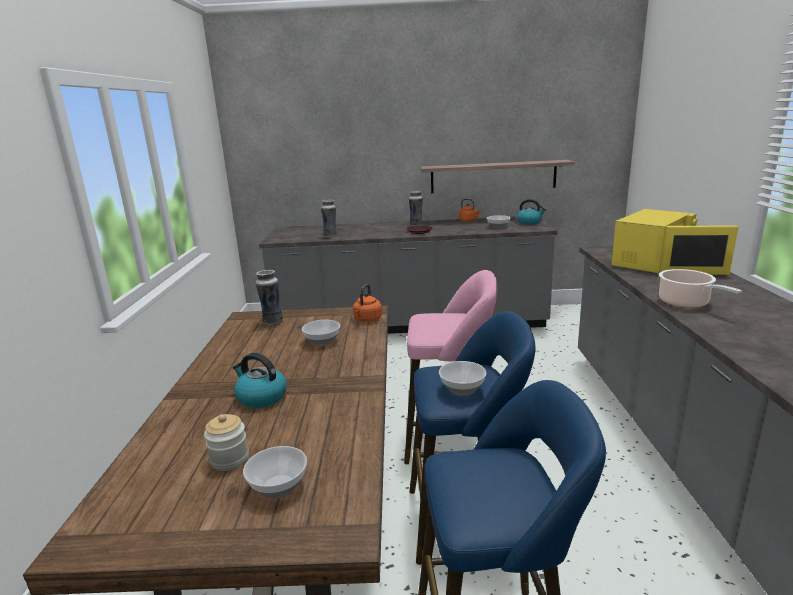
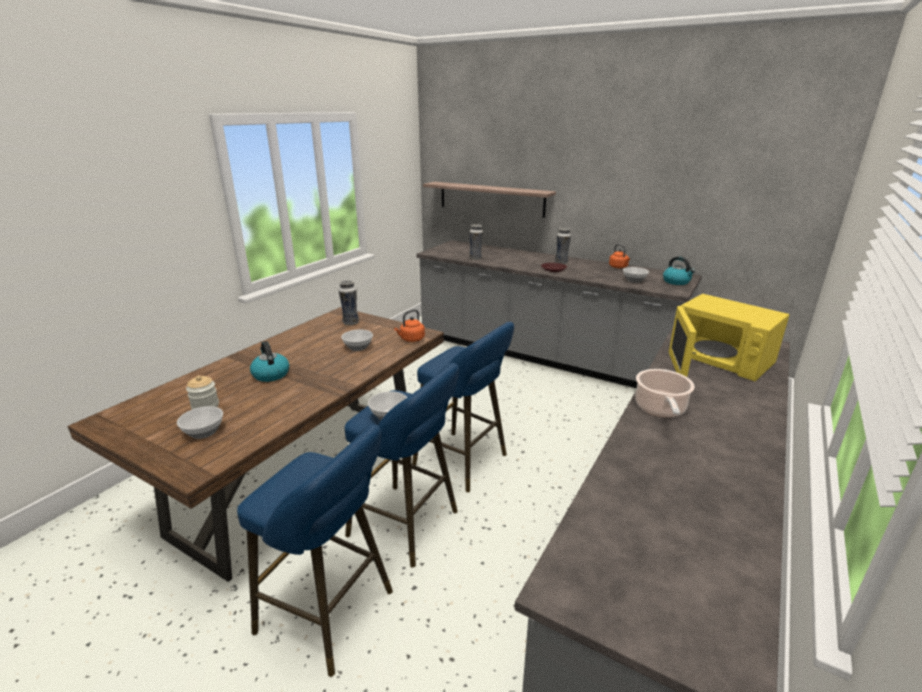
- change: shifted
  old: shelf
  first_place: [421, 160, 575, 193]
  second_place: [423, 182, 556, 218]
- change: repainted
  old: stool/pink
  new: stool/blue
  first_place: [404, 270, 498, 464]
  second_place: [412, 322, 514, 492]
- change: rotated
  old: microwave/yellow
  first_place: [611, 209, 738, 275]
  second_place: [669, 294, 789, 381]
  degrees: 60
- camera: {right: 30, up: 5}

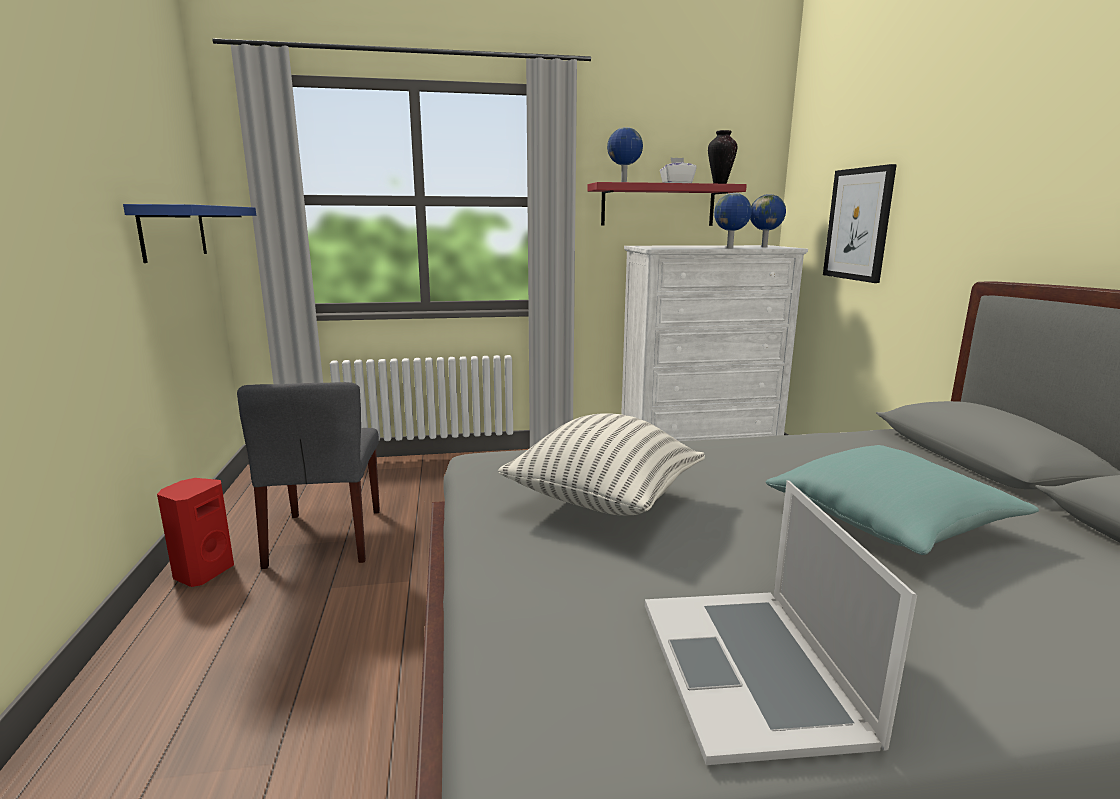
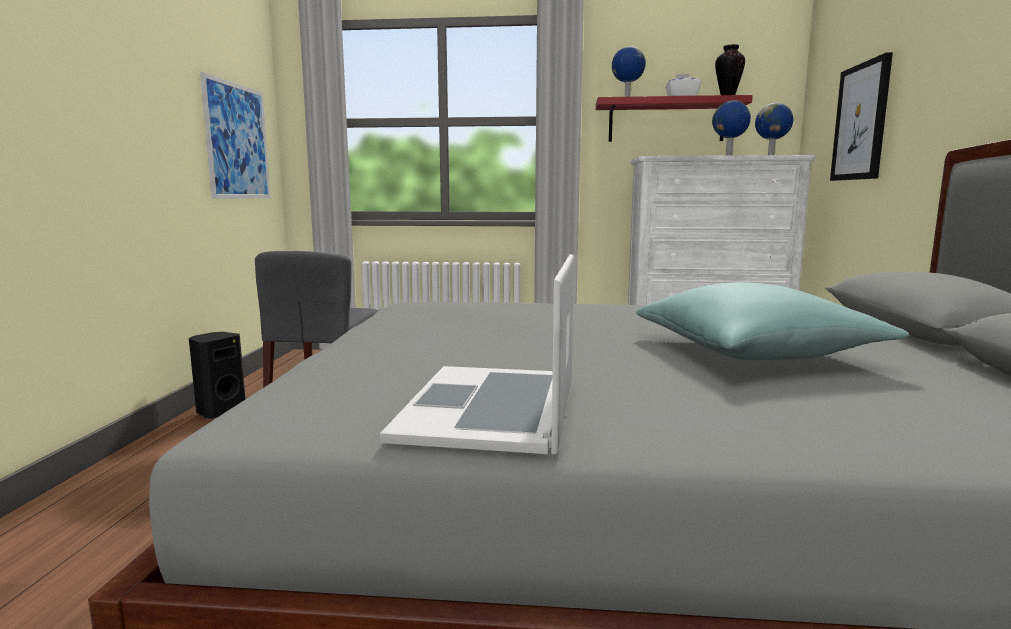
- change: gone
  old: pillow
  first_place: [498, 413, 705, 516]
- change: swapped
  old: shelf/blue
  new: picture
  first_place: [123, 204, 256, 263]
  second_place: [200, 72, 270, 199]
- change: repainted
  old: speaker/red
  new: speaker/black
  first_place: [157, 478, 234, 587]
  second_place: [189, 332, 245, 419]
- camera: {right: 15, up: -5}

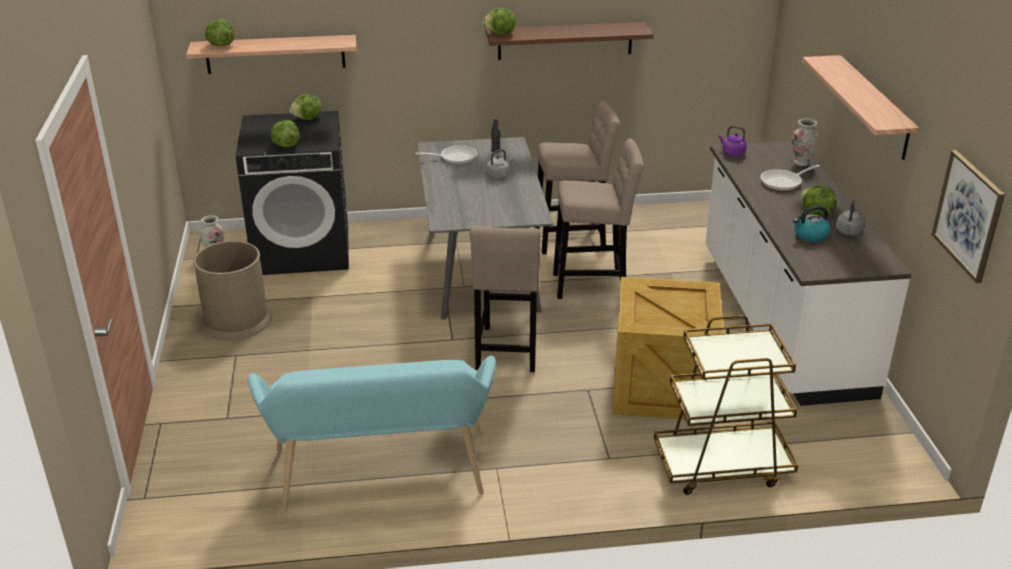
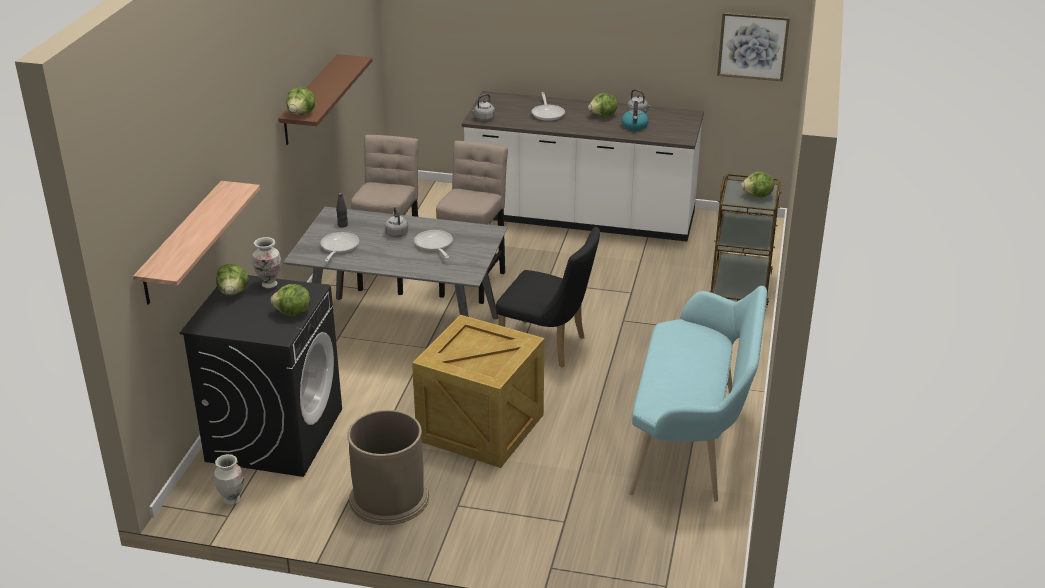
- change: gone
  old: shelf
  first_place: [802, 55, 919, 160]
- change: new
  new: frying pan
  second_place: [414, 230, 453, 259]
- change: shifted
  old: lettuce
  first_place: [205, 19, 234, 46]
  second_place: [741, 171, 774, 198]
- change: shifted
  old: crate
  first_place: [613, 277, 724, 419]
  second_place: [412, 315, 544, 468]
- change: shifted
  old: vase
  first_place: [792, 118, 818, 166]
  second_place: [252, 237, 281, 288]
- change: swapped
  old: stool/beige
  new: chair/black
  first_place: [470, 226, 541, 372]
  second_place: [496, 227, 600, 367]
- change: repainted
  old: kettle/purple
  new: kettle/grey
  first_place: [718, 126, 747, 156]
  second_place: [470, 94, 495, 121]
- camera: {right: -70, up: 0}

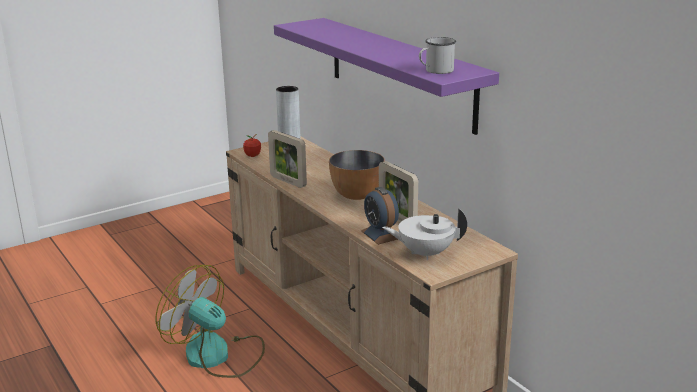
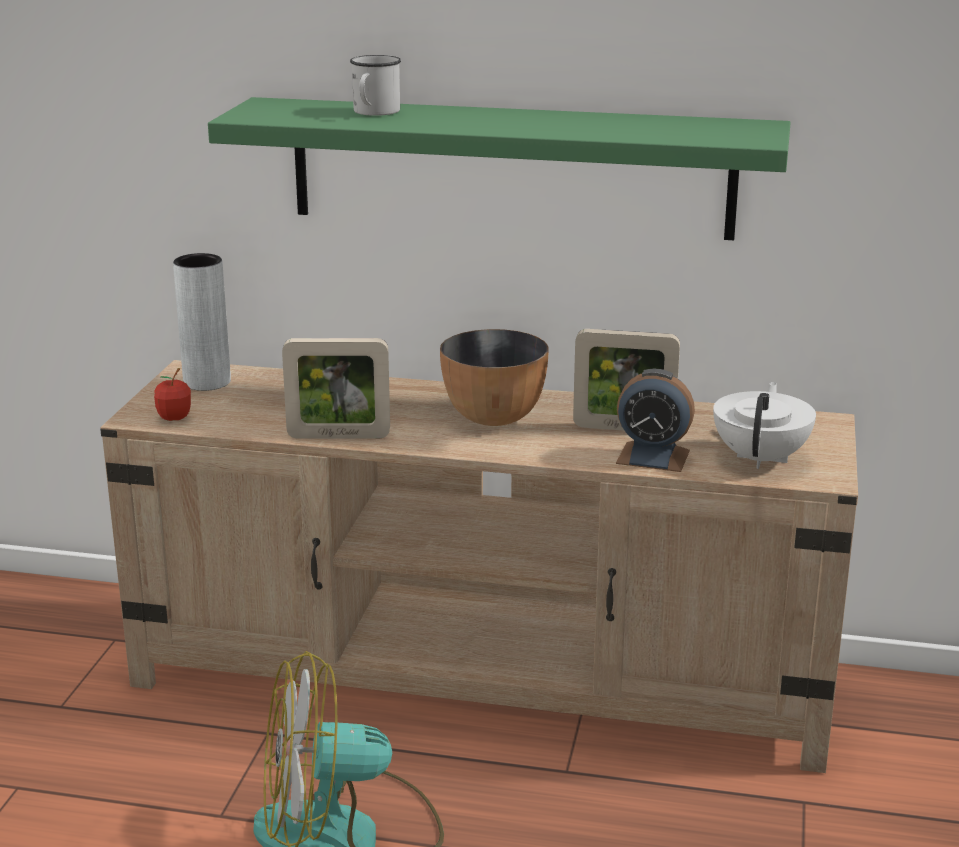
- change: shifted
  old: mug/white
  first_place: [419, 37, 456, 74]
  second_place: [350, 55, 401, 116]
- change: repainted
  old: shelf/purple
  new: shelf/green
  first_place: [274, 18, 499, 135]
  second_place: [208, 97, 791, 240]
- change: rotated
  old: teapot/white
  first_place: [382, 208, 467, 260]
  second_place: [713, 382, 816, 469]
  degrees: 150
- camera: {right: -45, up: 0}

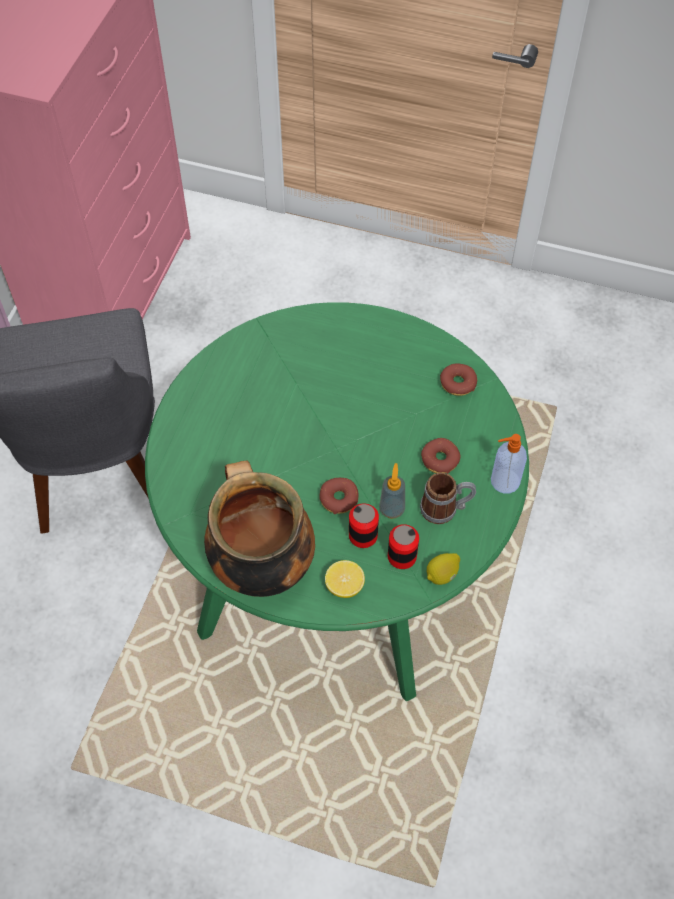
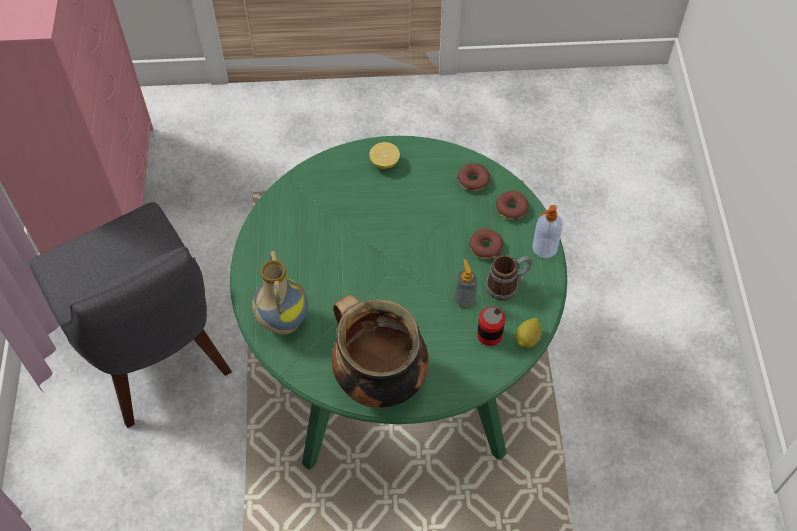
- change: gone
  old: can
  first_place: [349, 503, 379, 548]
- change: new
  new: vase
  second_place: [252, 251, 308, 335]
- change: shifted
  old: donut
  first_place: [319, 478, 359, 514]
  second_place: [496, 190, 529, 220]
- change: shifted
  old: lemon
  first_place: [325, 560, 365, 598]
  second_place: [369, 142, 400, 169]
- camera: {right: -20, up: 0}

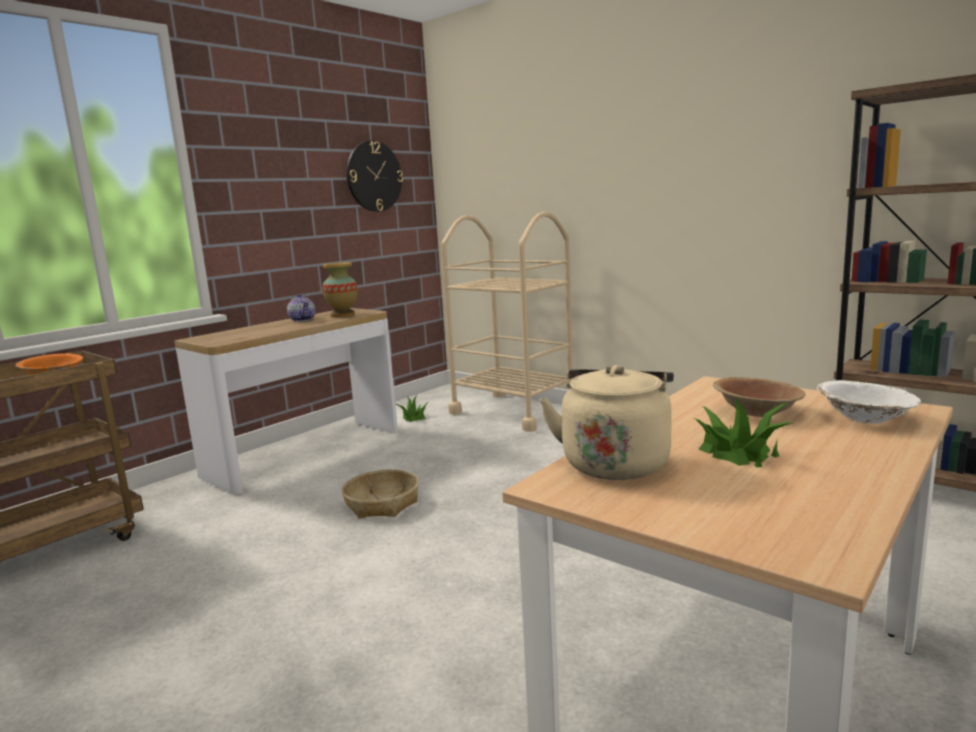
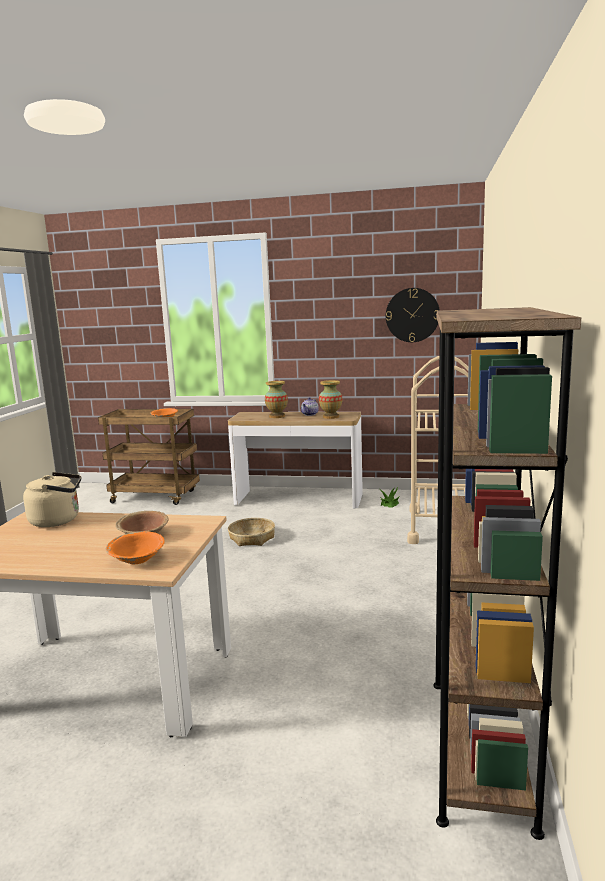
- change: gone
  old: potted plant
  first_place: [695, 397, 793, 467]
- change: new
  new: vase
  second_place: [265, 381, 288, 418]
- change: repainted
  old: bowl/white
  new: bowl/orange
  first_place: [817, 380, 921, 424]
  second_place: [106, 531, 165, 564]
- camera: {right: 60, up: 0}

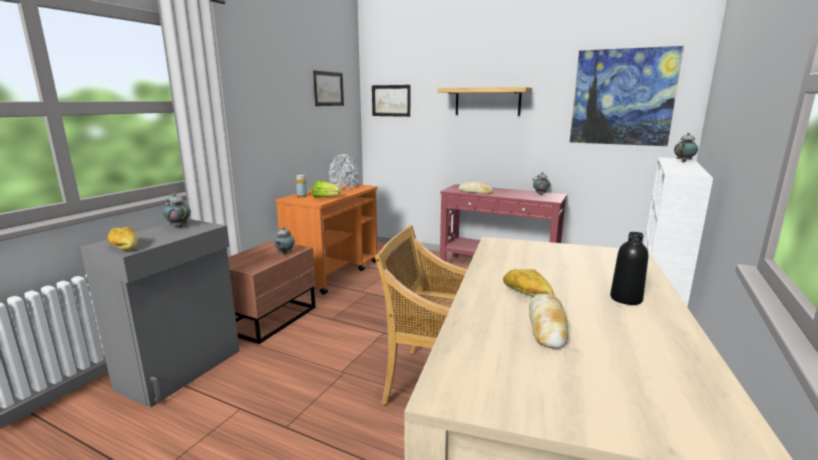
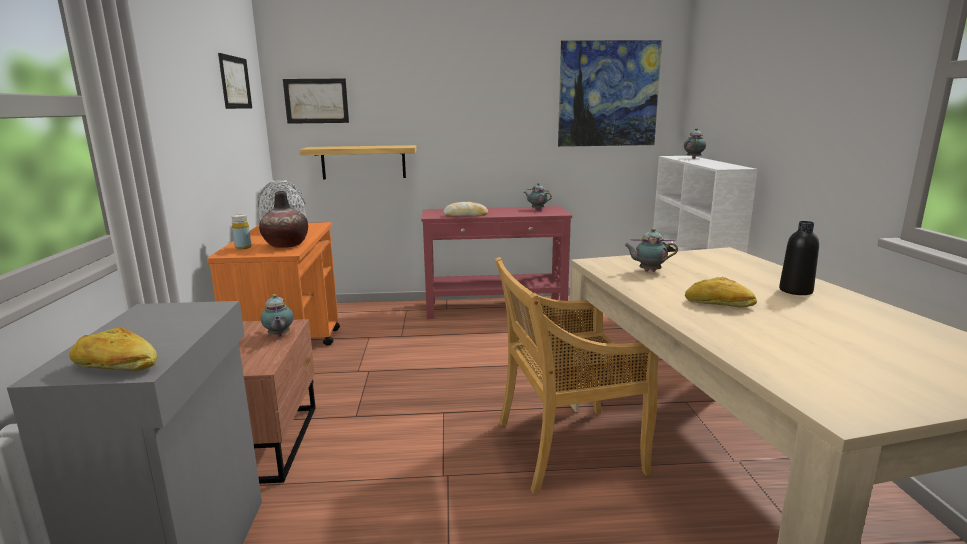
- change: gone
  old: bread
  first_place: [529, 294, 568, 349]
- change: shifted
  old: teapot
  first_place: [163, 193, 191, 228]
  second_place: [624, 228, 678, 272]
- change: shifted
  old: shelf
  first_place: [437, 87, 532, 116]
  second_place: [299, 145, 417, 179]
- change: swapped
  old: lettuce
  new: vase
  first_place: [312, 181, 341, 198]
  second_place: [259, 191, 308, 248]
- camera: {right: -30, up: 0}

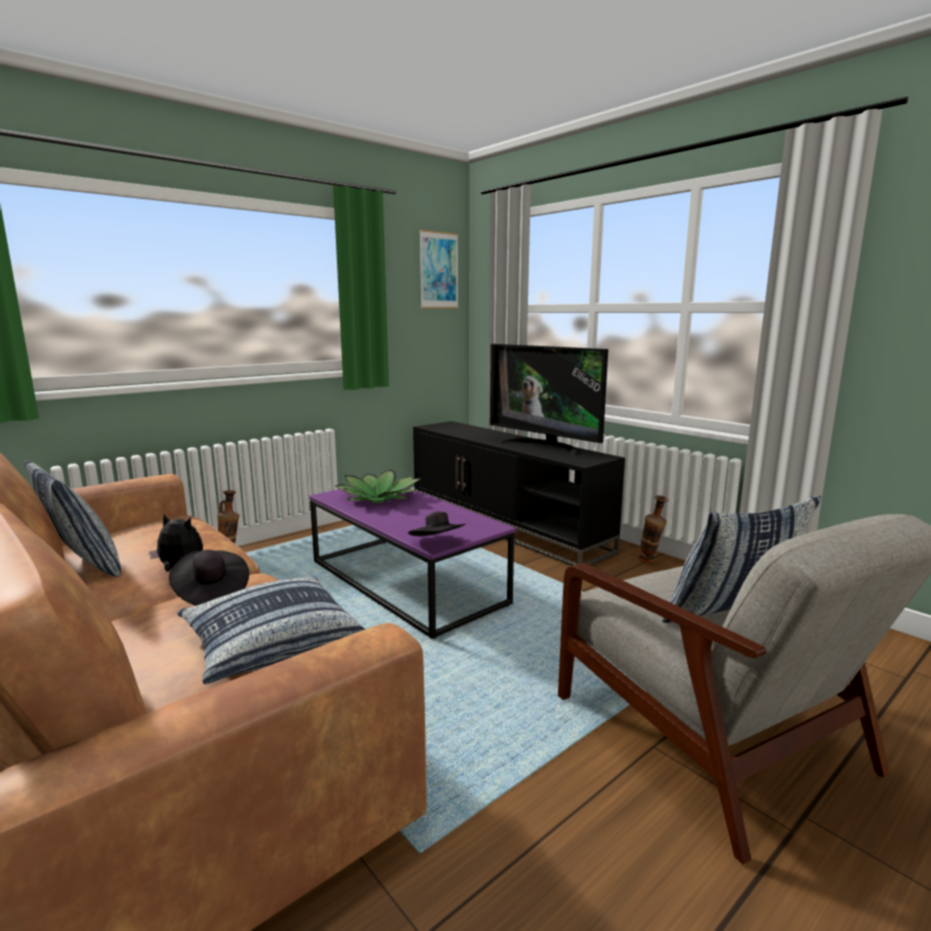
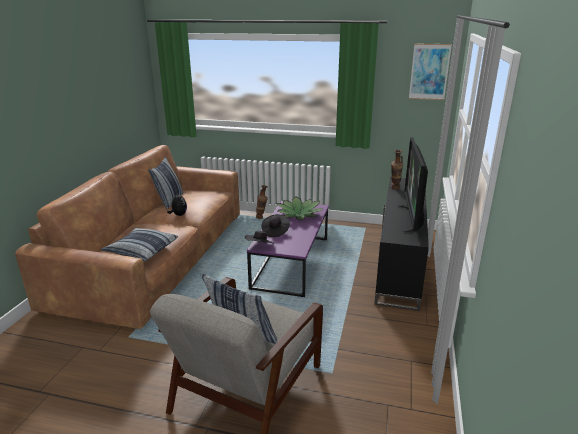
- change: shifted
  old: hat/black
  first_place: [169, 550, 249, 606]
  second_place: [262, 214, 290, 237]
- change: shifted
  old: vase
  first_place: [639, 495, 668, 564]
  second_place: [391, 150, 403, 189]
- camera: {right: 55, up: 10}

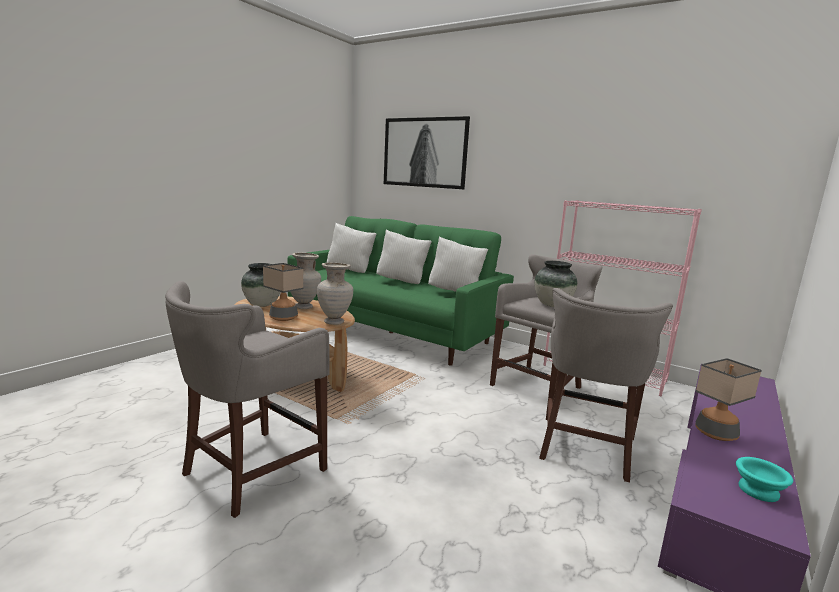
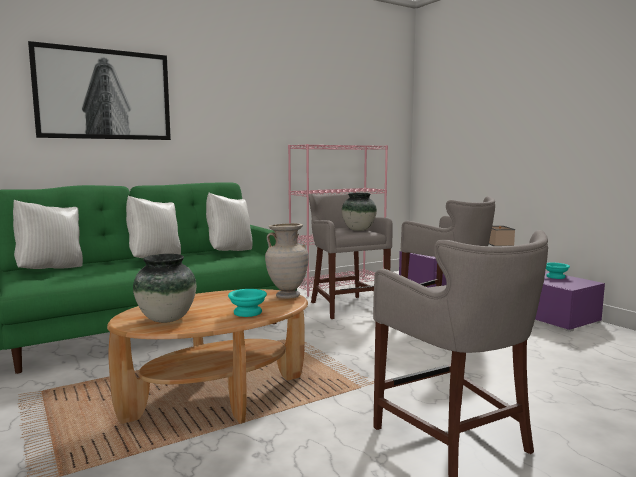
- change: gone
  old: vase/beige
  first_place: [290, 253, 321, 309]
- change: swapped
  old: table lamp
  new: bowl/turquoise
  first_place: [263, 263, 304, 321]
  second_place: [228, 289, 267, 317]
- camera: {right: -65, up: -5}

